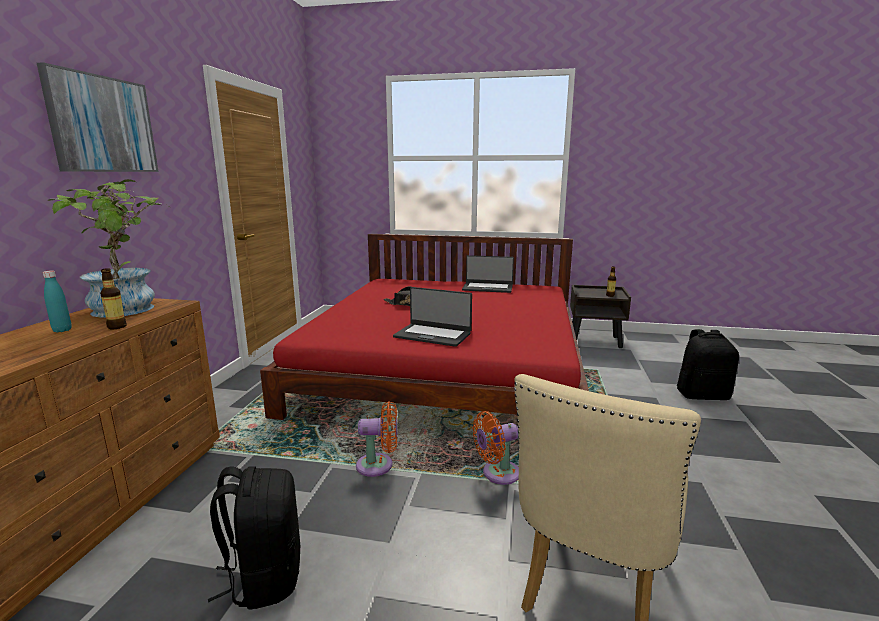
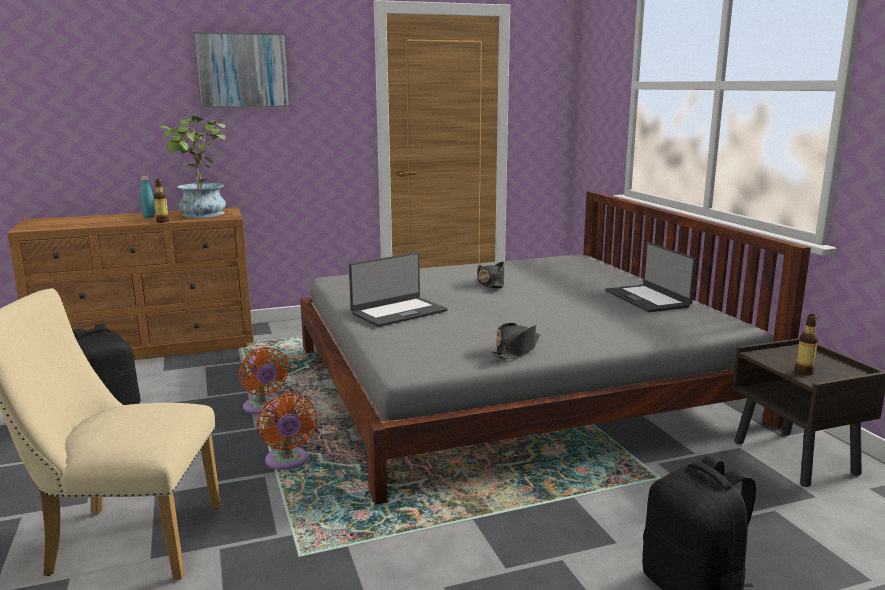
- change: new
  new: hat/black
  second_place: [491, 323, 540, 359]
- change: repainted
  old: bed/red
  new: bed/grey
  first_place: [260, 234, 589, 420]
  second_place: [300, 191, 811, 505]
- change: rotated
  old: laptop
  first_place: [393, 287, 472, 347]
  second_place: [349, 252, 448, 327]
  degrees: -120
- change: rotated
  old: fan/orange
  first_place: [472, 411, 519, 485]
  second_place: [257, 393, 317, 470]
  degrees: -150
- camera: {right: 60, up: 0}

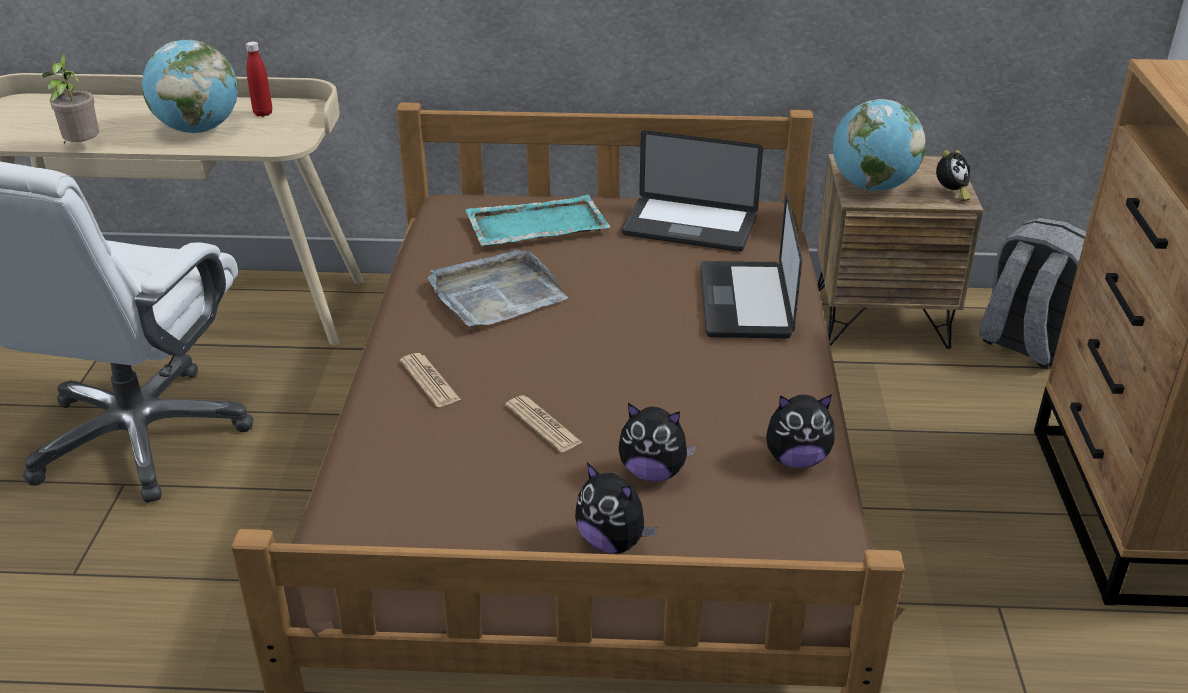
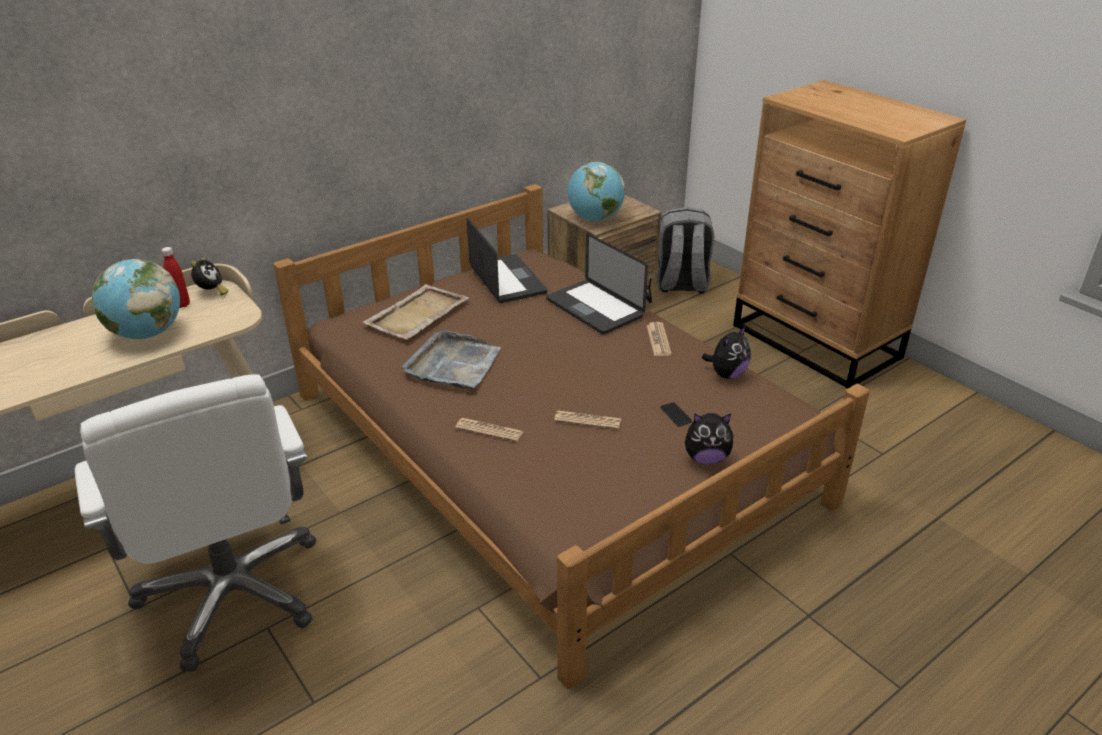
- change: gone
  old: potted plant
  first_place: [41, 53, 99, 143]
- change: new
  new: newspaper
  second_place: [646, 322, 672, 356]
- change: shifted
  old: alarm clock
  first_place: [936, 150, 971, 201]
  second_place: [191, 257, 229, 296]
- change: swapped
  old: plush toy
  new: phone
  first_place: [619, 403, 697, 481]
  second_place: [660, 402, 692, 426]
- change: repainted
  old: tray/turquoise
  new: tray/beige
  first_place: [465, 195, 610, 246]
  second_place: [362, 284, 469, 340]
- change: rotated
  old: laptop
  first_place: [621, 130, 763, 252]
  second_place: [466, 218, 547, 303]
  degrees: -90
- camera: {right: -40, up: 0}

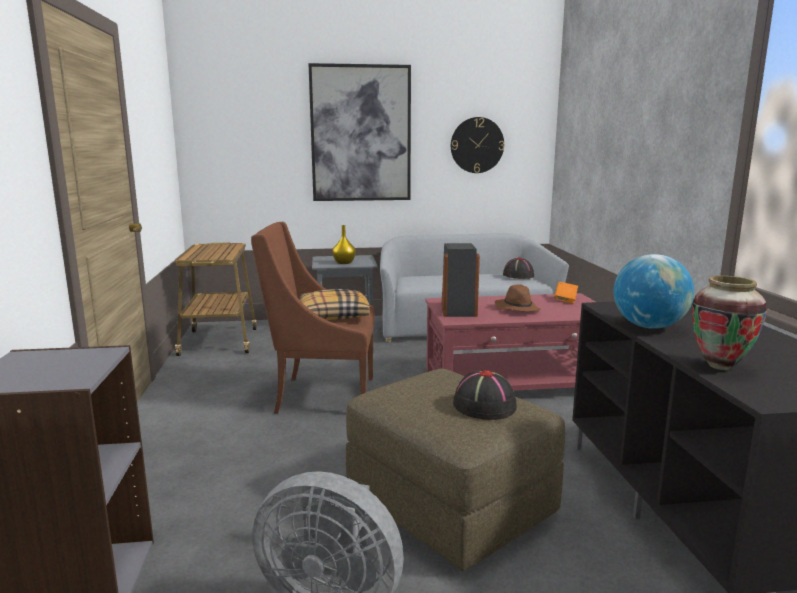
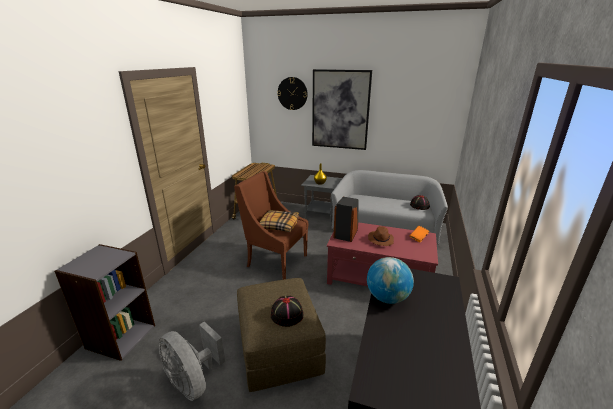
- change: gone
  old: vase
  first_place: [692, 276, 767, 370]
- change: shifted
  old: wall clock
  first_place: [451, 117, 504, 173]
  second_place: [277, 77, 308, 110]
- camera: {right: 25, up: 10}

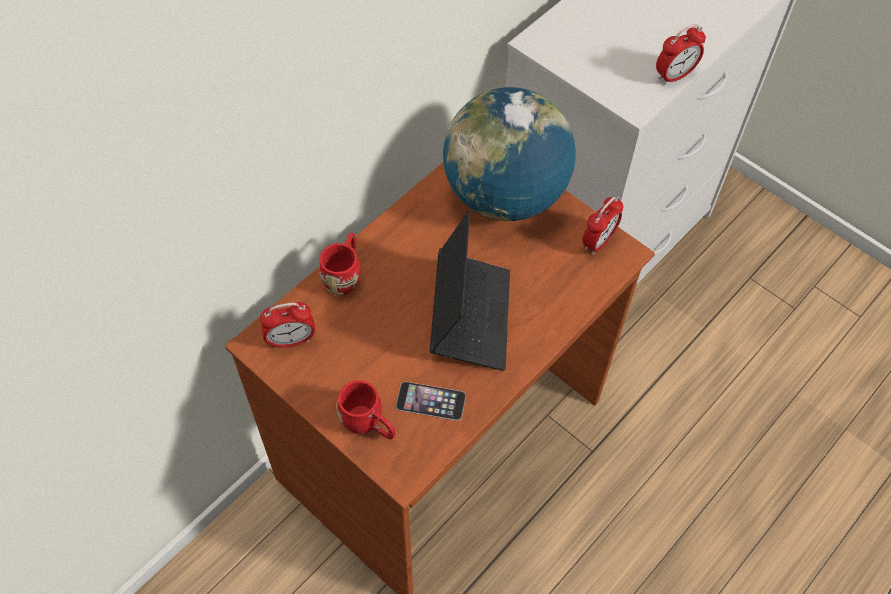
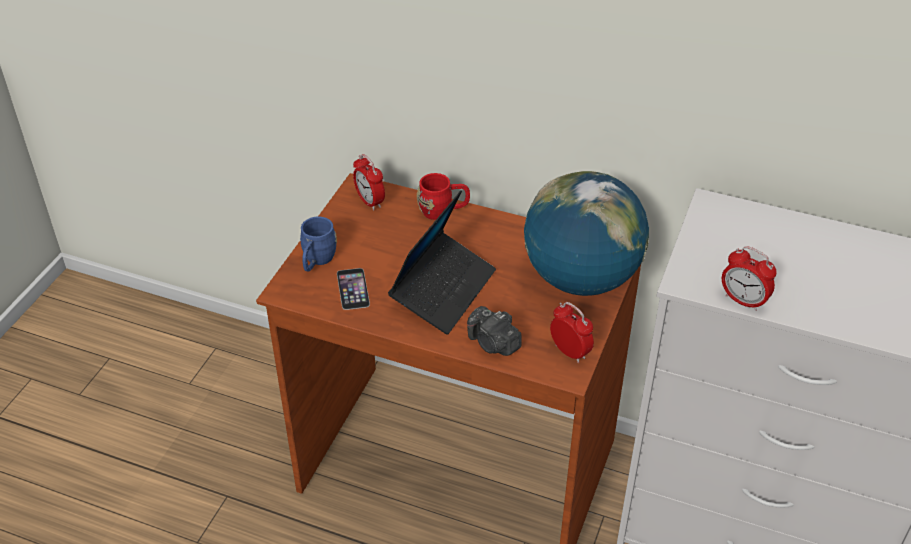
- change: new
  new: photo camera
  second_place: [467, 306, 522, 356]
- change: repainted
  old: mug/red
  new: mug/blue
  first_place: [336, 380, 395, 439]
  second_place: [300, 217, 337, 271]
- change: rotated
  old: laptop
  first_place: [430, 211, 510, 371]
  second_place: [388, 190, 496, 335]
  degrees: -45
- change: rotated
  old: alarm clock
  first_place: [582, 196, 624, 255]
  second_place: [550, 302, 594, 363]
  degrees: -150
- camera: {right: 70, up: -15}

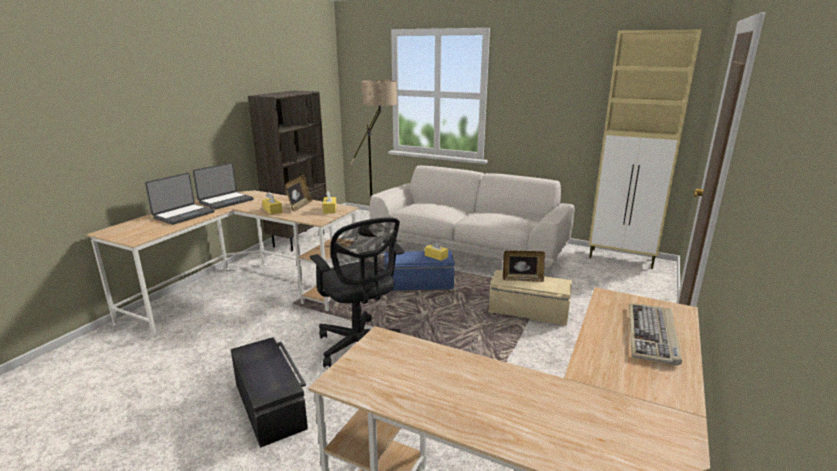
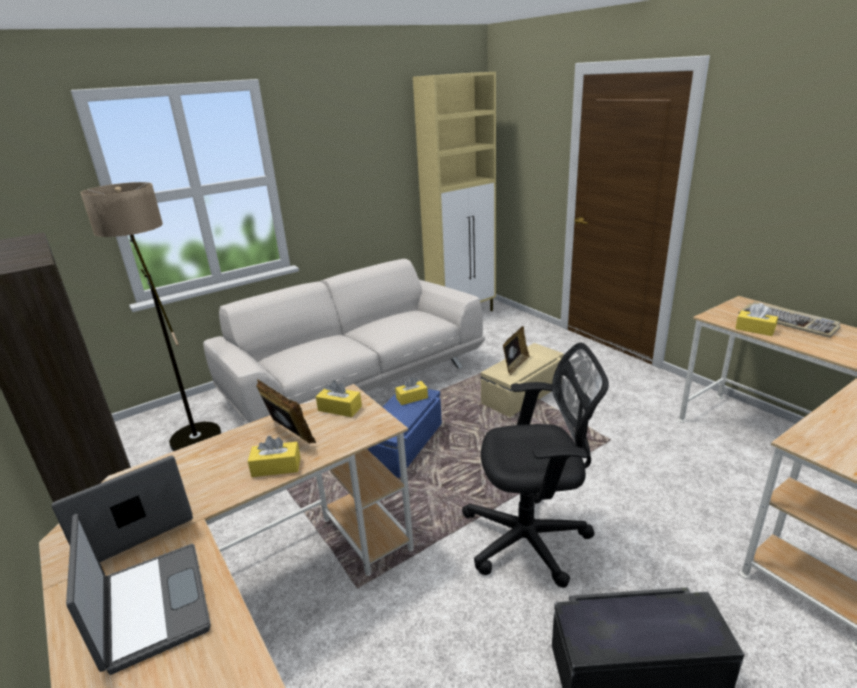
- change: new
  new: tissue box/yellow
  second_place: [735, 303, 778, 336]
- change: rotated
  old: laptop
  first_place: [193, 163, 254, 210]
  second_place: [52, 456, 193, 562]
  degrees: -105
- camera: {right: -60, up: 5}

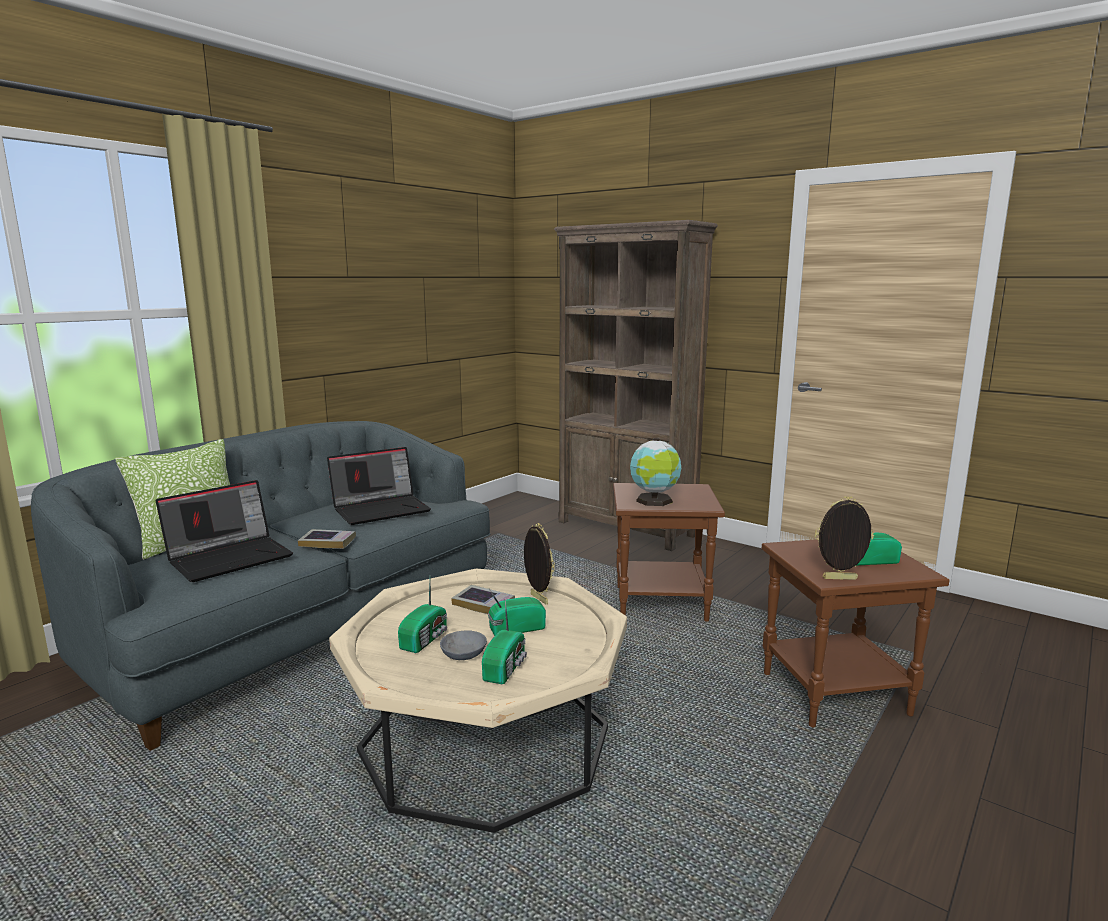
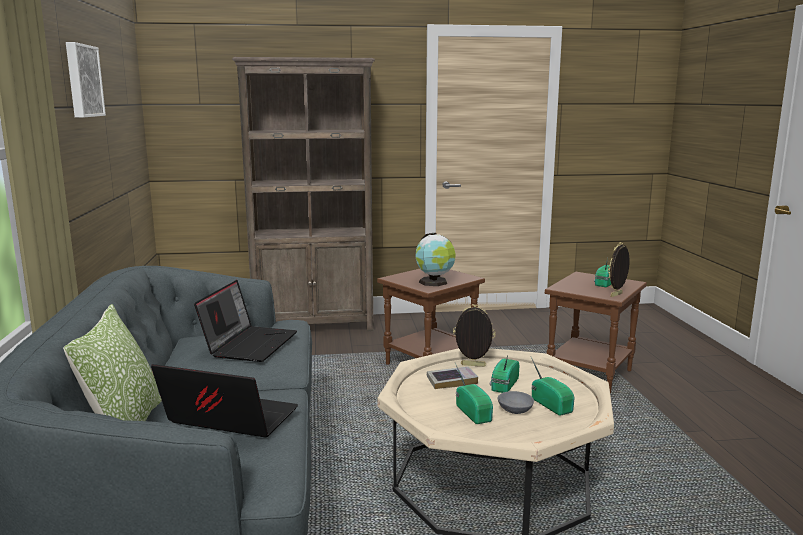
- change: gone
  old: book
  first_place: [298, 529, 356, 549]
- change: new
  new: picture
  second_place: [66, 42, 106, 118]
- change: rotated
  old: laptop
  first_place: [156, 480, 293, 582]
  second_place: [151, 364, 298, 437]
  degrees: -75
- camera: {right: -45, up: 0}

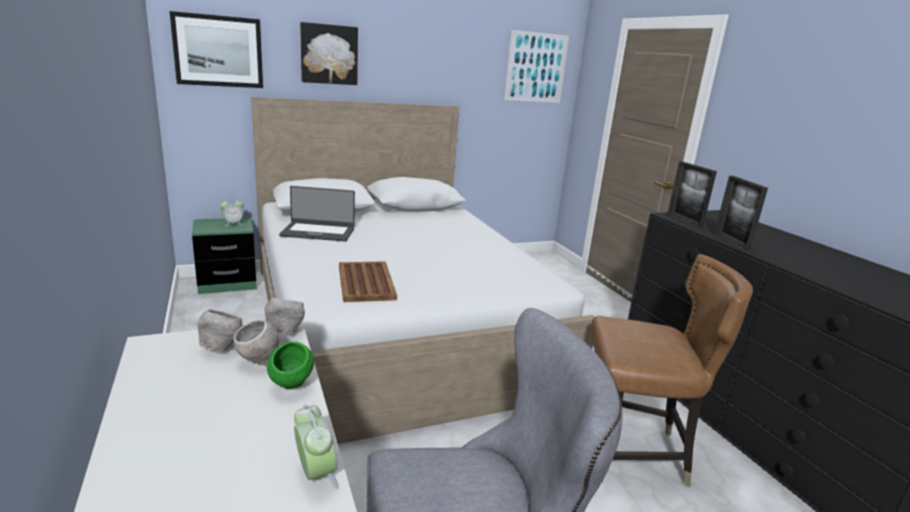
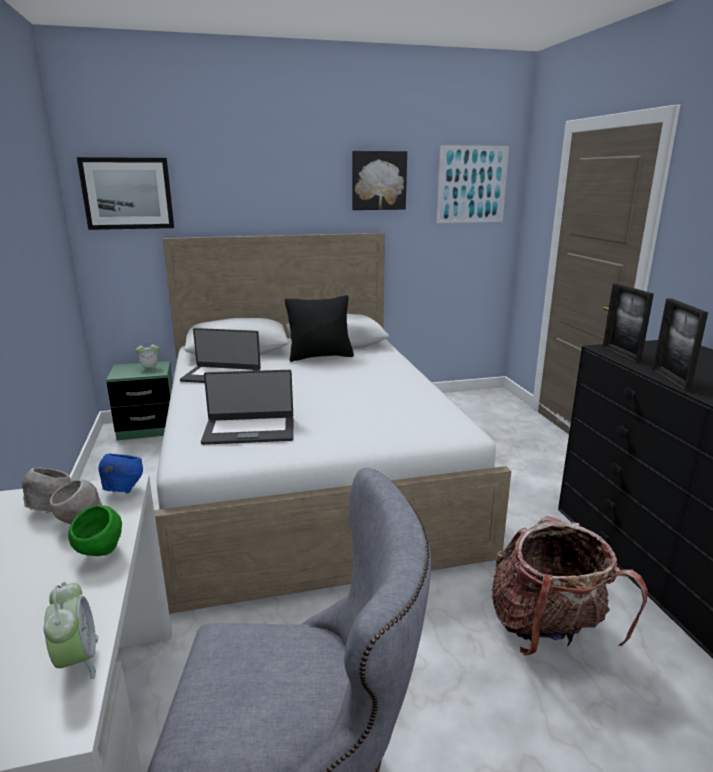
- change: new
  new: pillow/black
  second_place: [285, 295, 354, 362]
- change: shifted
  old: picture
  first_place: [300, 22, 358, 85]
  second_place: [352, 151, 407, 210]
- change: swapped
  old: tray/brown
  new: laptop
  first_place: [339, 261, 397, 302]
  second_place: [201, 370, 293, 445]
- change: swapped
  old: chair/brown
  new: backpack
  first_place: [591, 254, 753, 487]
  second_place: [491, 516, 648, 656]
- change: repainted
  old: bowl/grey
  new: bowl/blue
  first_place: [265, 298, 305, 335]
  second_place: [98, 454, 143, 494]
- camera: {right: 10, up: 0}

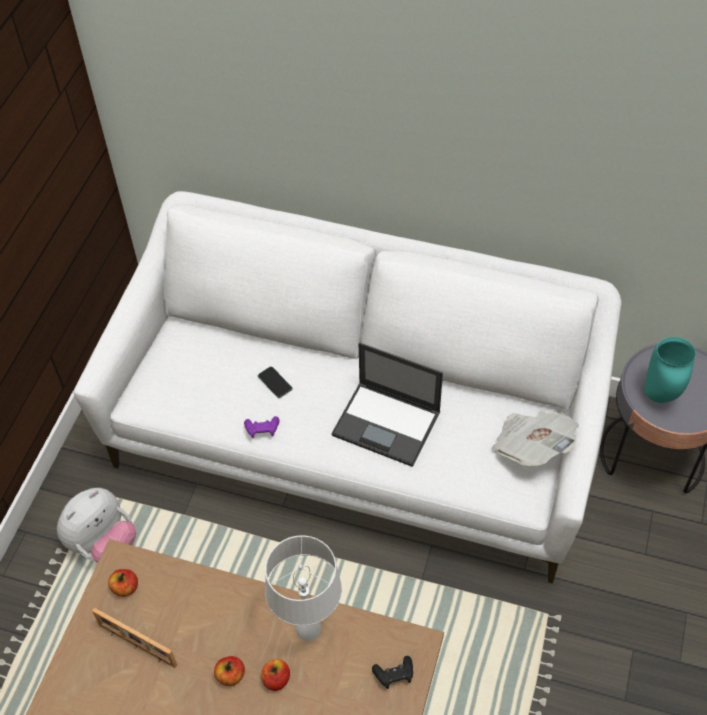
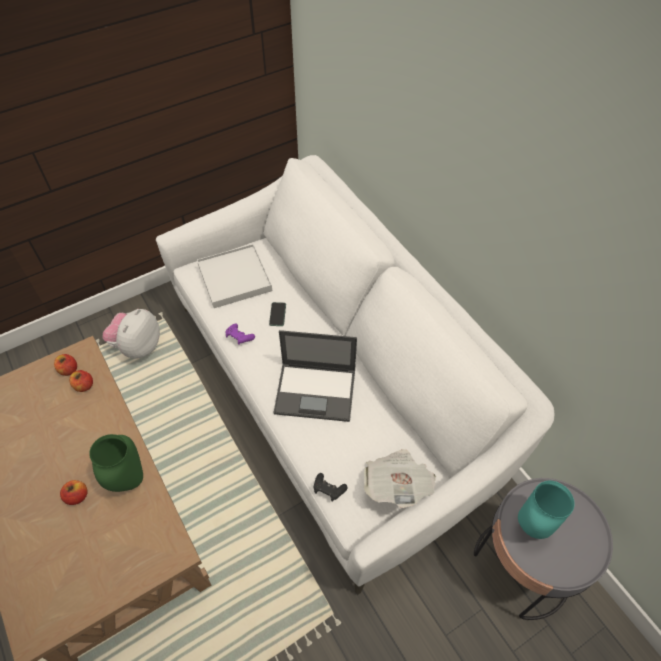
- change: gone
  old: picture frame
  first_place: [92, 608, 177, 668]
- change: new
  new: tray/white
  second_place: [197, 244, 272, 308]
- change: shifted
  old: apple
  first_place: [214, 656, 245, 686]
  second_place: [69, 370, 93, 392]
- change: shifted
  old: game controller/black
  first_place: [372, 656, 413, 689]
  second_place: [314, 473, 347, 502]
- change: swapped
  old: table lamp/white
  new: vase/green
  first_place: [265, 535, 342, 641]
  second_place: [89, 434, 143, 492]
- change: rotated
  old: plush toy
  first_place: [57, 488, 136, 562]
  second_place: [102, 309, 160, 359]
  degrees: 120
- change: rotated
  old: laptop
  first_place: [331, 343, 443, 467]
  second_place: [274, 330, 357, 422]
  degrees: -60
- camera: {right: 40, up: 0}

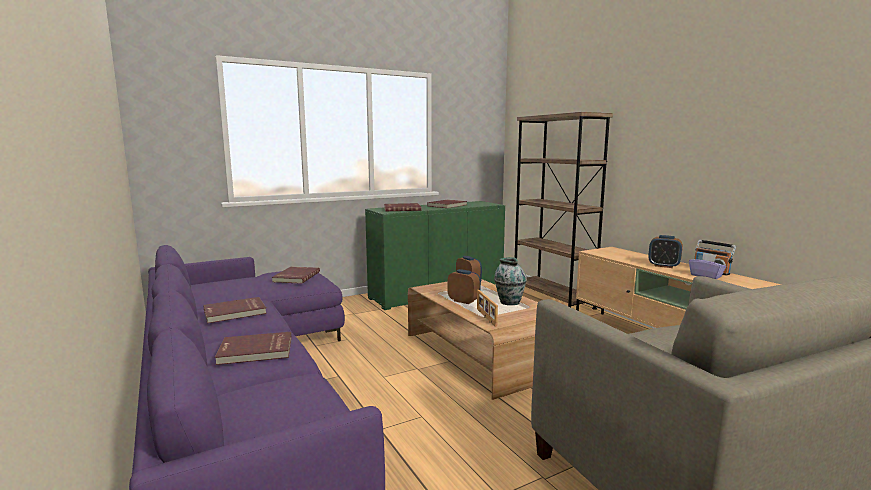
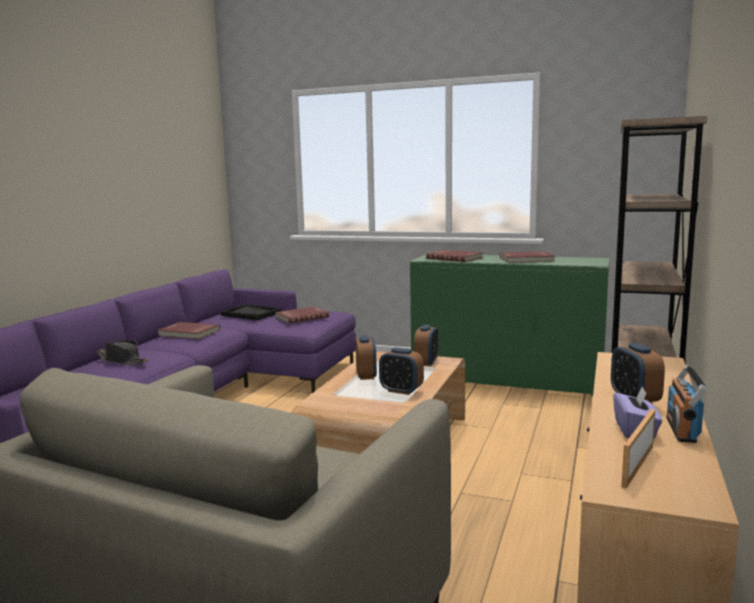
- change: new
  new: tray/black
  second_place: [221, 304, 282, 321]
- change: shifted
  old: picture frame
  first_place: [477, 290, 498, 327]
  second_place: [621, 409, 655, 488]
- change: swapped
  old: book/red
  new: hat/black
  first_place: [215, 332, 291, 365]
  second_place: [97, 340, 148, 365]
- change: swapped
  old: vase
  new: alarm clock
  first_place: [494, 257, 527, 305]
  second_place: [379, 348, 424, 395]
- camera: {right: 50, up: 0}

